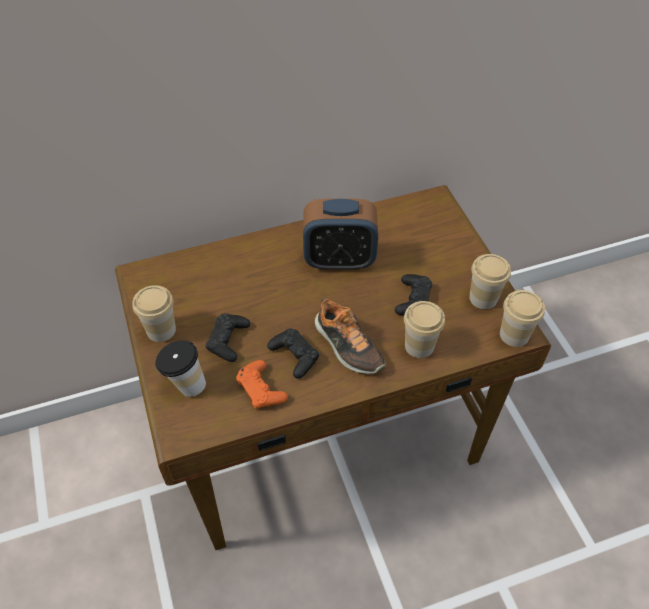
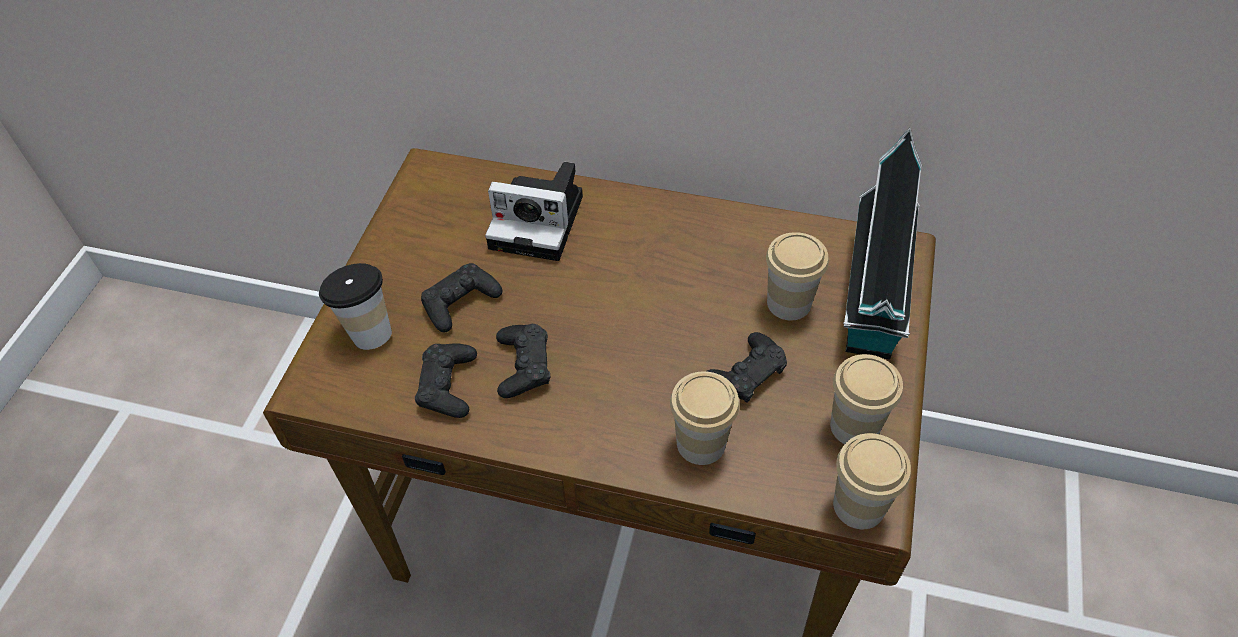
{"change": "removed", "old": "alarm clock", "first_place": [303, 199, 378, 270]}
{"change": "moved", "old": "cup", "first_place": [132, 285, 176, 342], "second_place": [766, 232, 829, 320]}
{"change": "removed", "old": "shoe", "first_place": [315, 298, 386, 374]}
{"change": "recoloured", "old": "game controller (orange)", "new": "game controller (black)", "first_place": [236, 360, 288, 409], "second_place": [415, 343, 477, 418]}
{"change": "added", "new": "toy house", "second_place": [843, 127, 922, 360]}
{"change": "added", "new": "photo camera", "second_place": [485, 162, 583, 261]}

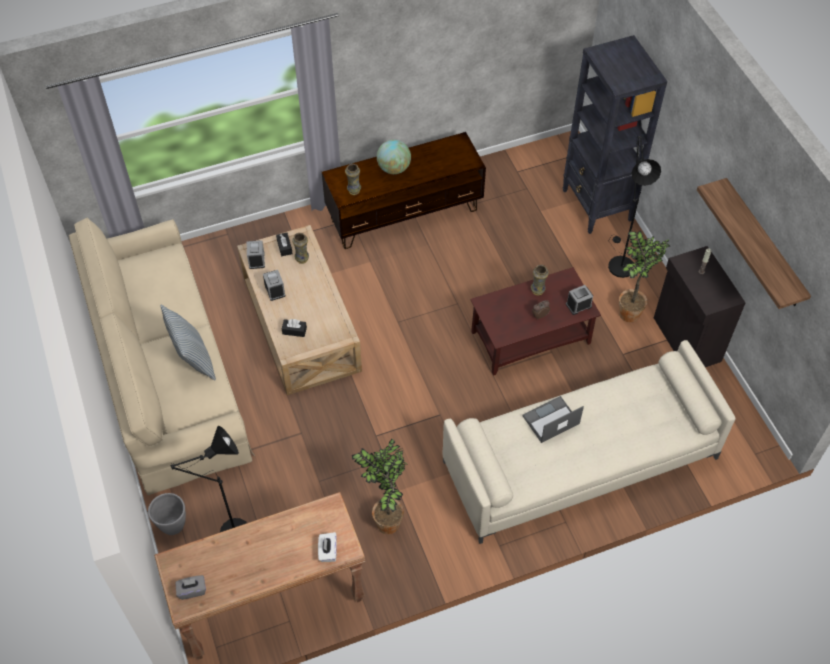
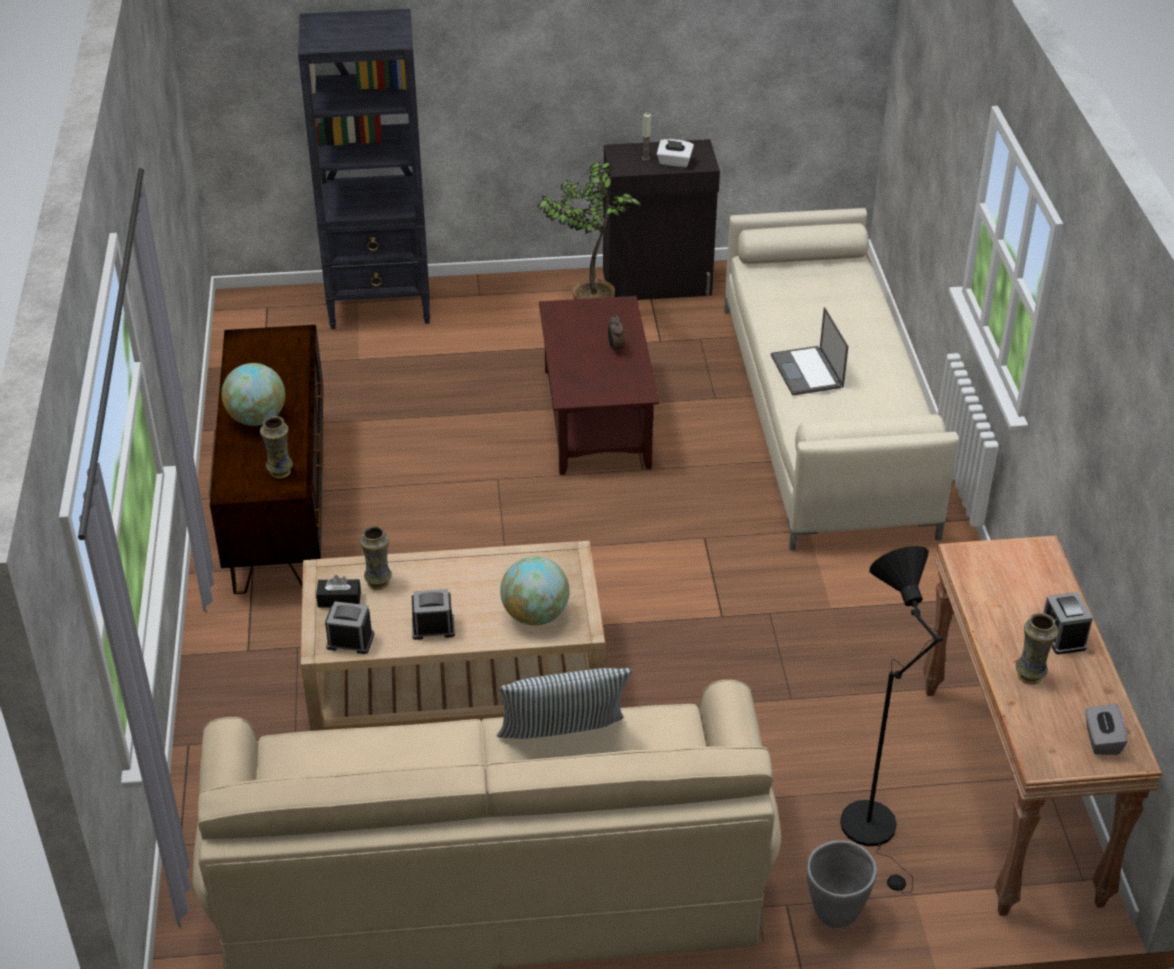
{"change": "removed", "old": "floor lamp (black)", "first_place": [608, 136, 661, 278]}
{"change": "removed", "old": "shelf", "first_place": [697, 178, 811, 309]}
{"change": "moved", "old": "vase", "first_place": [531, 265, 549, 296], "second_place": [1016, 613, 1058, 685]}
{"change": "moved", "old": "alarm clock", "first_place": [566, 285, 593, 315], "second_place": [1043, 592, 1093, 655]}
{"change": "replaced", "old": "tissue box (black)", "new": "globe", "first_place": [282, 319, 307, 337], "second_place": [500, 556, 570, 626]}
{"change": "removed", "old": "potted plant", "first_place": [352, 439, 408, 534]}
{"change": "moved", "old": "tissue box (white)", "first_place": [318, 532, 337, 562], "second_place": [657, 139, 694, 168]}

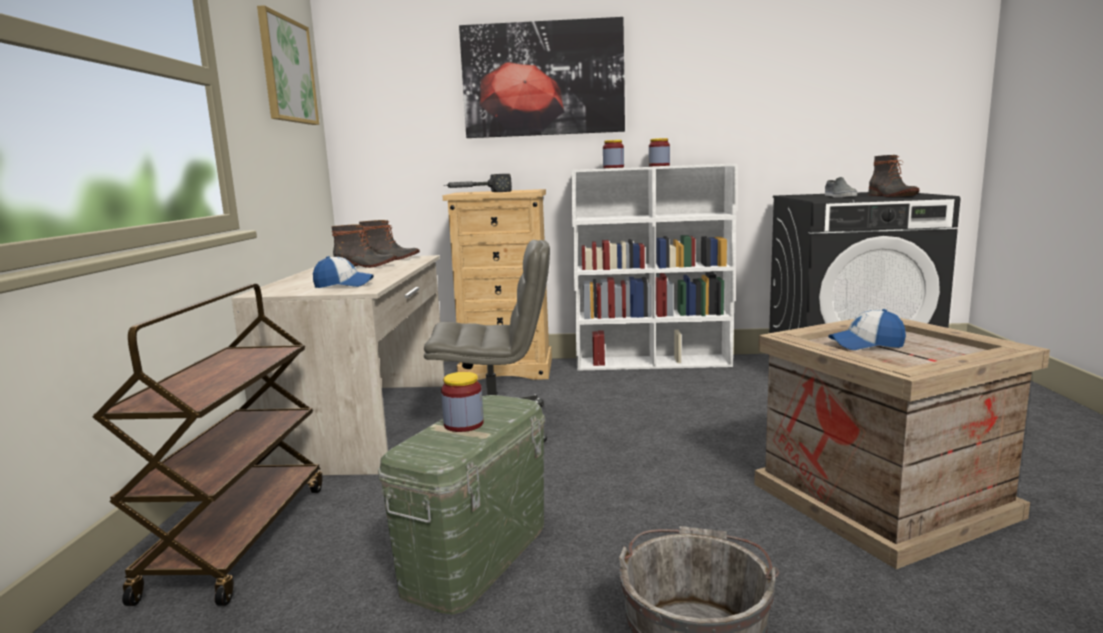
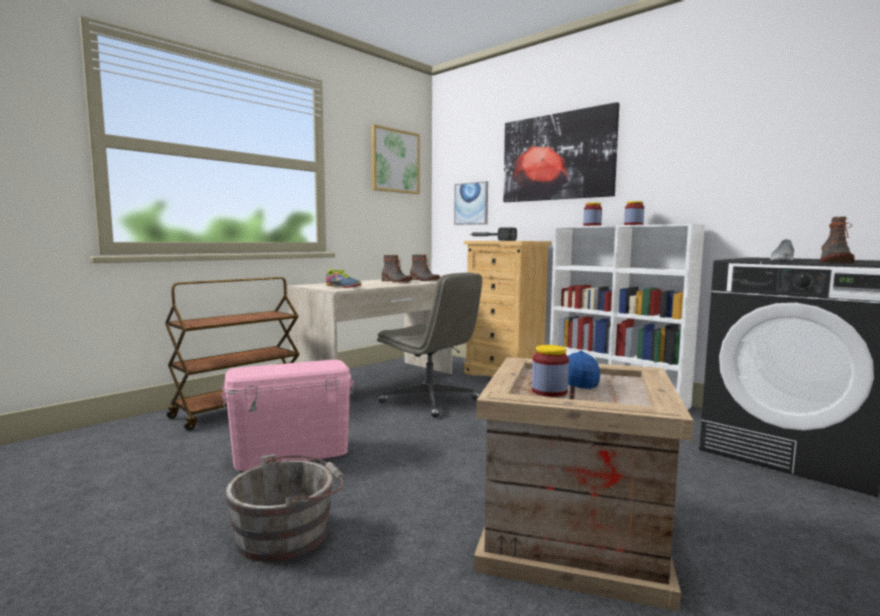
{"change": "replaced", "old": "cap", "new": "shoe", "first_place": [313, 256, 373, 288], "second_place": [326, 269, 361, 288]}
{"change": "moved", "old": "jar", "first_place": [441, 372, 484, 432], "second_place": [532, 345, 569, 397]}
{"change": "recoloured", "old": "storage box (green)", "new": "storage box (pink)", "first_place": [378, 395, 545, 615], "second_place": [222, 360, 354, 471]}
{"change": "added", "new": "picture", "second_place": [454, 181, 488, 225]}

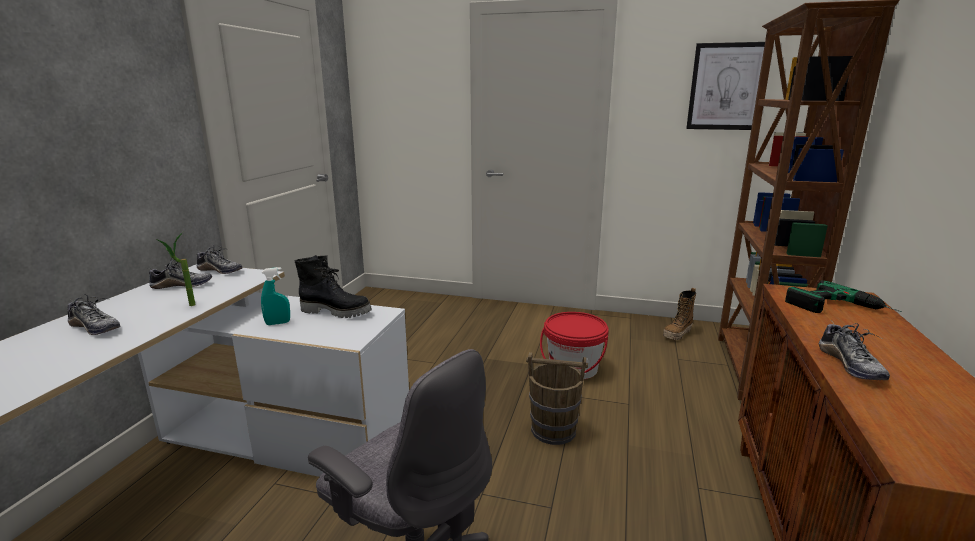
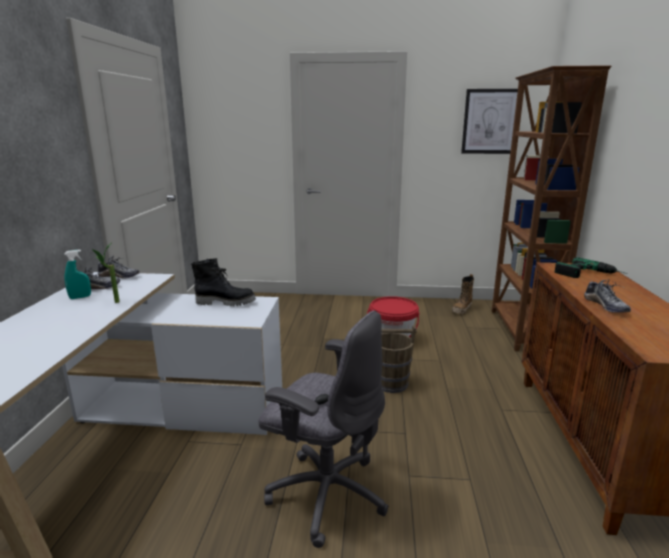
{"change": "moved", "old": "spray bottle (turquoise)", "first_place": [261, 267, 290, 325], "second_place": [64, 250, 91, 299]}
{"change": "removed", "old": "shoe", "first_place": [67, 294, 120, 335]}

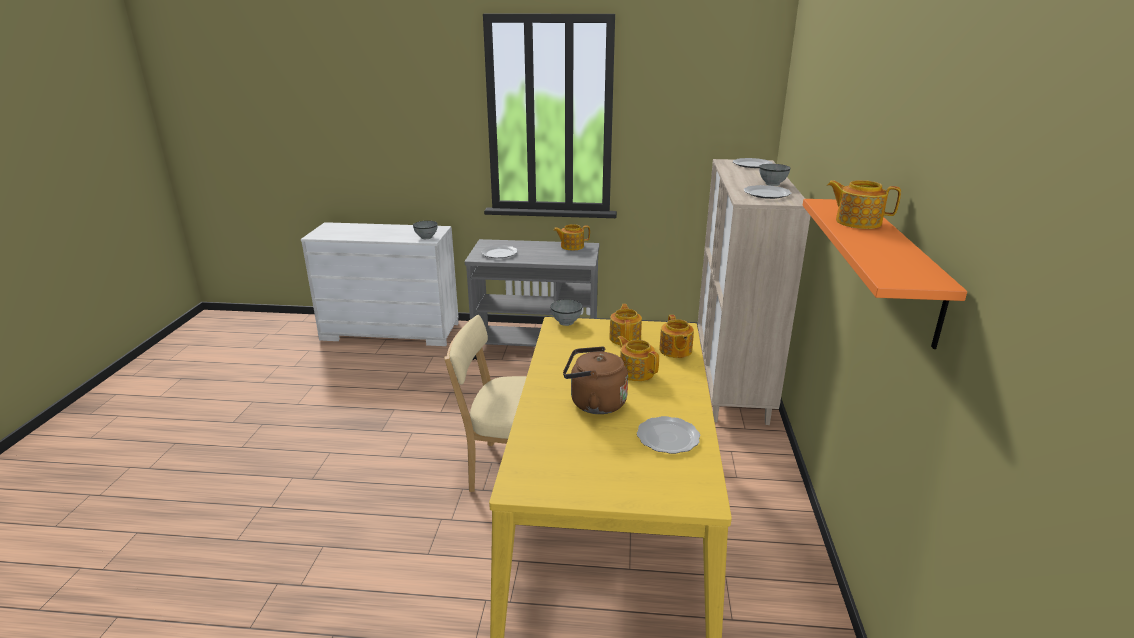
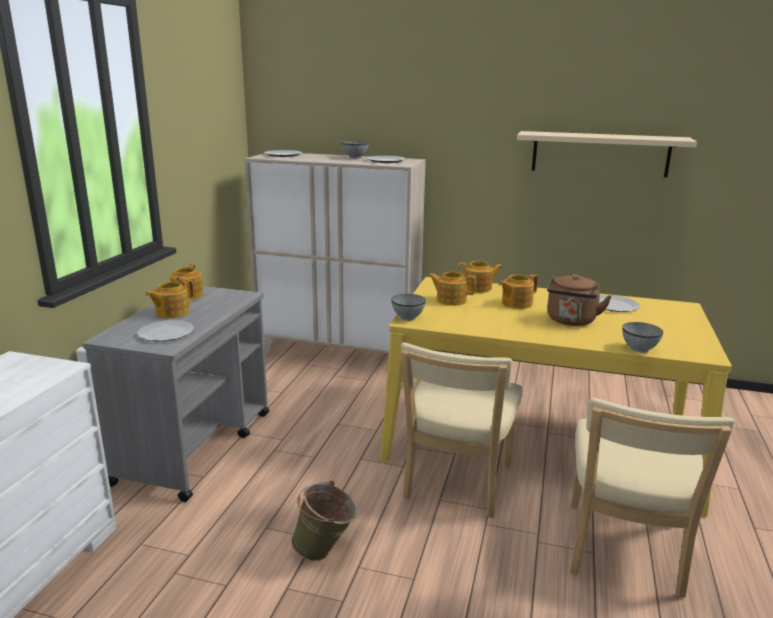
{"change": "moved", "old": "teapot", "first_place": [827, 180, 901, 229], "second_place": [145, 280, 194, 318]}
{"change": "recoloured", "old": "shelf (orange)", "new": "shelf (beige)", "first_place": [803, 199, 967, 349], "second_place": [517, 131, 697, 177]}
{"change": "moved", "old": "bowl (grey)", "first_place": [413, 221, 438, 239], "second_place": [622, 322, 663, 353]}
{"change": "added", "new": "chair (beige)", "second_place": [570, 398, 735, 598]}
{"change": "added", "new": "bucket (green)", "second_place": [291, 481, 358, 561]}

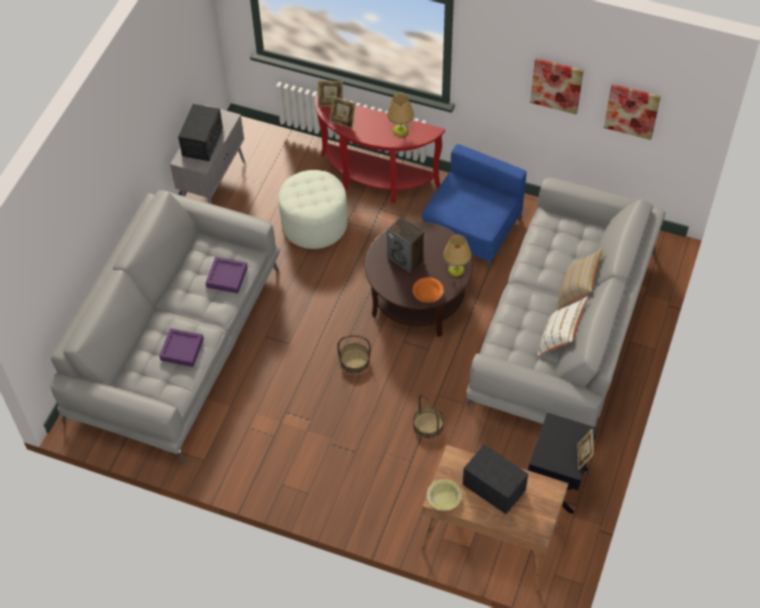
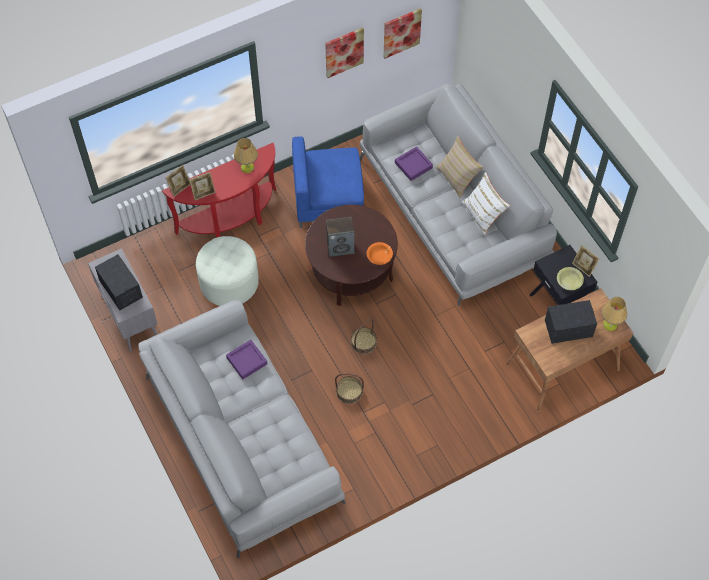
{"change": "turned", "old": "armchair (blue)", "first_place": [422, 144, 527, 269], "second_place": [292, 136, 364, 228], "degrees": -75}
{"change": "moved", "old": "table lamp", "first_place": [443, 235, 472, 277], "second_place": [601, 297, 627, 331]}
{"change": "moved", "old": "tray (purple)", "first_place": [159, 328, 204, 367], "second_place": [395, 147, 433, 181]}
{"change": "moved", "old": "basket", "first_place": [413, 394, 444, 439], "second_place": [335, 373, 364, 404]}
{"change": "moved", "old": "bowl (yellow)", "first_place": [427, 479, 462, 511], "second_place": [557, 267, 584, 290]}

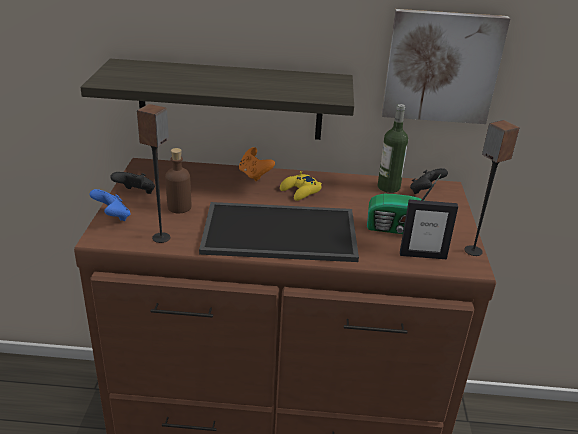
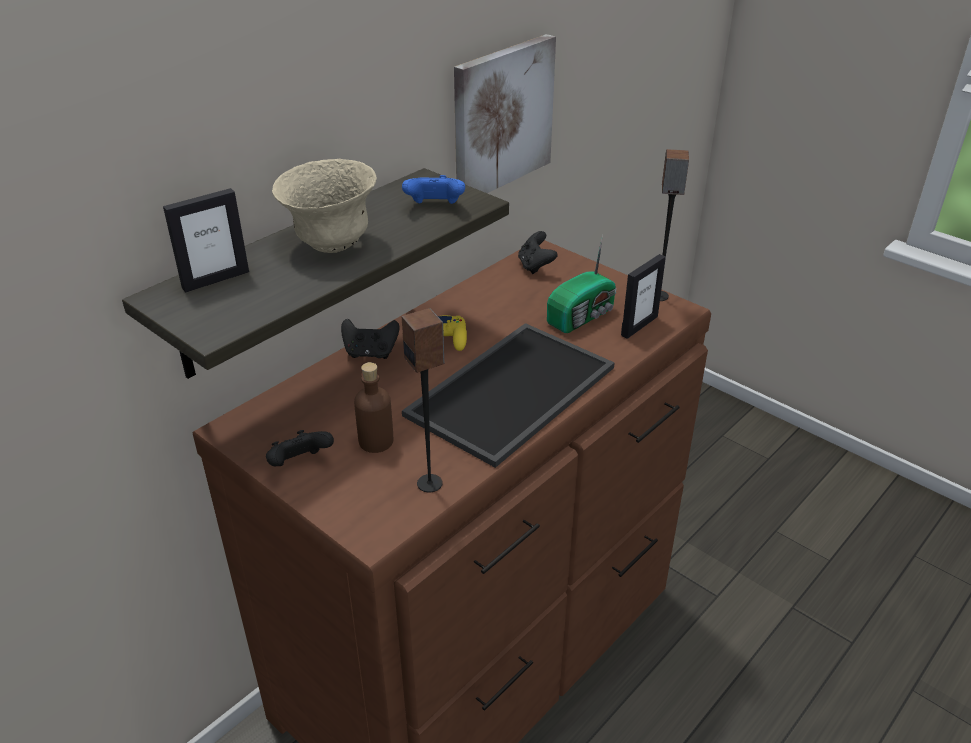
{"change": "removed", "old": "bottle", "first_place": [378, 104, 408, 193]}
{"change": "recoloured", "old": "game controller (orange)", "new": "game controller (black)", "first_place": [239, 147, 275, 181], "second_place": [341, 319, 400, 359]}
{"change": "moved", "old": "game controller (blue)", "first_place": [89, 189, 130, 221], "second_place": [402, 175, 465, 204]}
{"change": "added", "new": "bowl (beige)", "second_place": [272, 159, 377, 253]}
{"change": "added", "new": "picture frame", "second_place": [163, 188, 249, 292]}

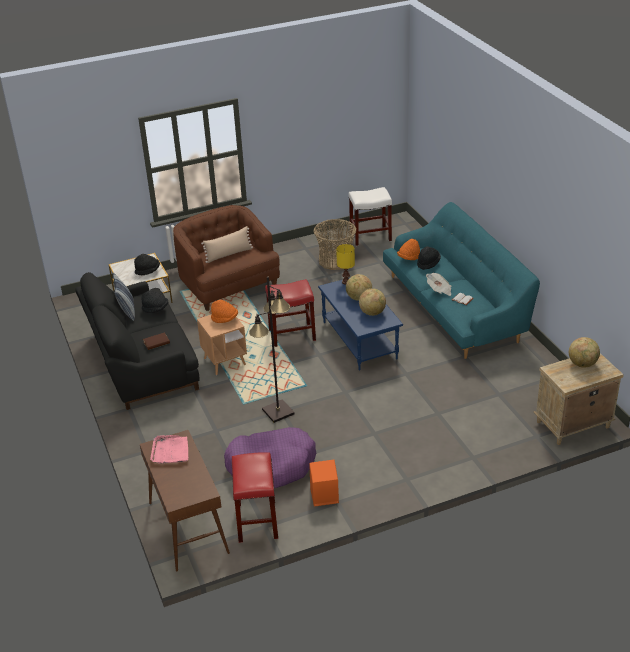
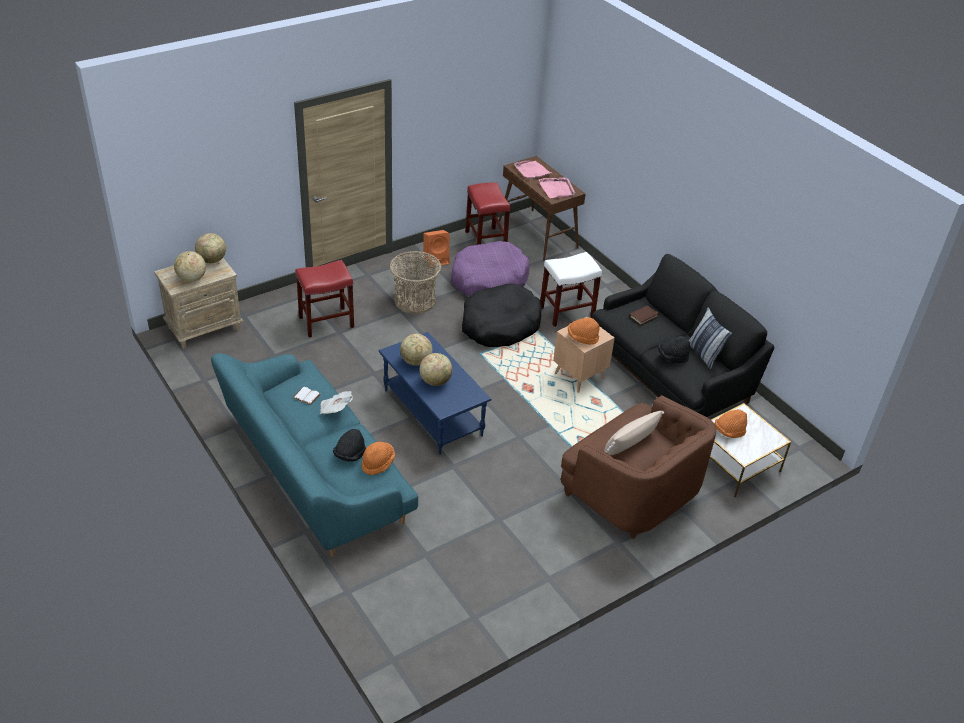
{"change": "moved", "old": "stool (white)", "first_place": [349, 187, 392, 246], "second_place": [540, 252, 602, 327]}
{"change": "moved", "old": "basket", "first_place": [313, 219, 356, 270], "second_place": [389, 251, 442, 314]}
{"change": "removed", "old": "table lamp (yellow)", "first_place": [336, 244, 355, 284]}
{"change": "recoloured", "old": "hat (black)", "new": "hat (orange)", "first_place": [134, 254, 160, 275], "second_place": [715, 409, 747, 438]}
{"change": "replaced", "old": "floor lamp (black)", "new": "dog bed (black)", "first_place": [249, 276, 295, 423], "second_place": [462, 284, 542, 347]}
{"change": "moved", "old": "stool (red)", "first_place": [265, 279, 316, 347], "second_place": [295, 260, 354, 338]}
{"change": "added", "new": "tray (pink)", "second_place": [514, 160, 552, 179]}
{"change": "added", "new": "globe", "second_place": [195, 233, 226, 263]}

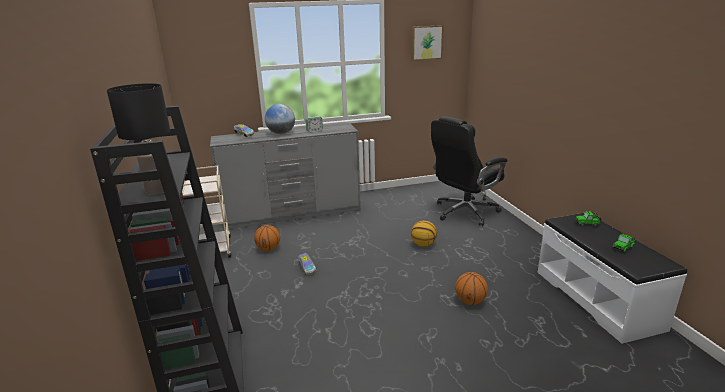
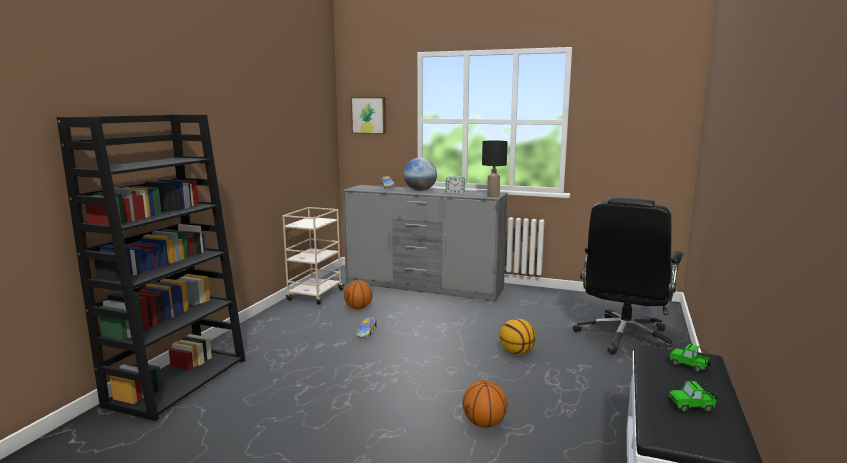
{"change": "moved", "old": "picture", "first_place": [412, 25, 443, 60], "second_place": [351, 97, 386, 134]}
{"change": "moved", "old": "table lamp (black)", "first_place": [107, 83, 170, 195], "second_place": [482, 141, 508, 197]}
{"change": "turned", "old": "office chair (black)", "first_place": [431, 116, 508, 226], "second_place": [573, 197, 683, 355], "degrees": -60}

